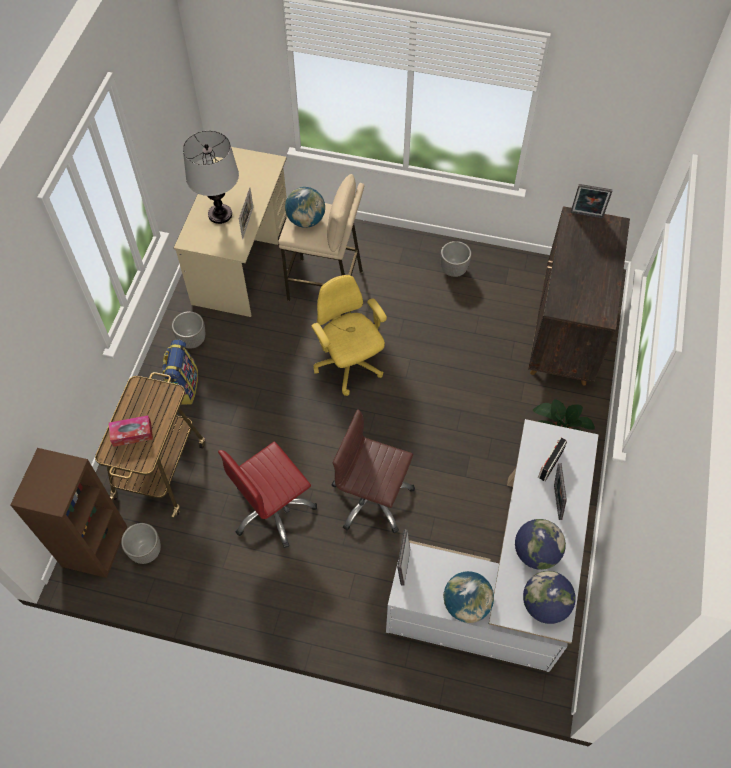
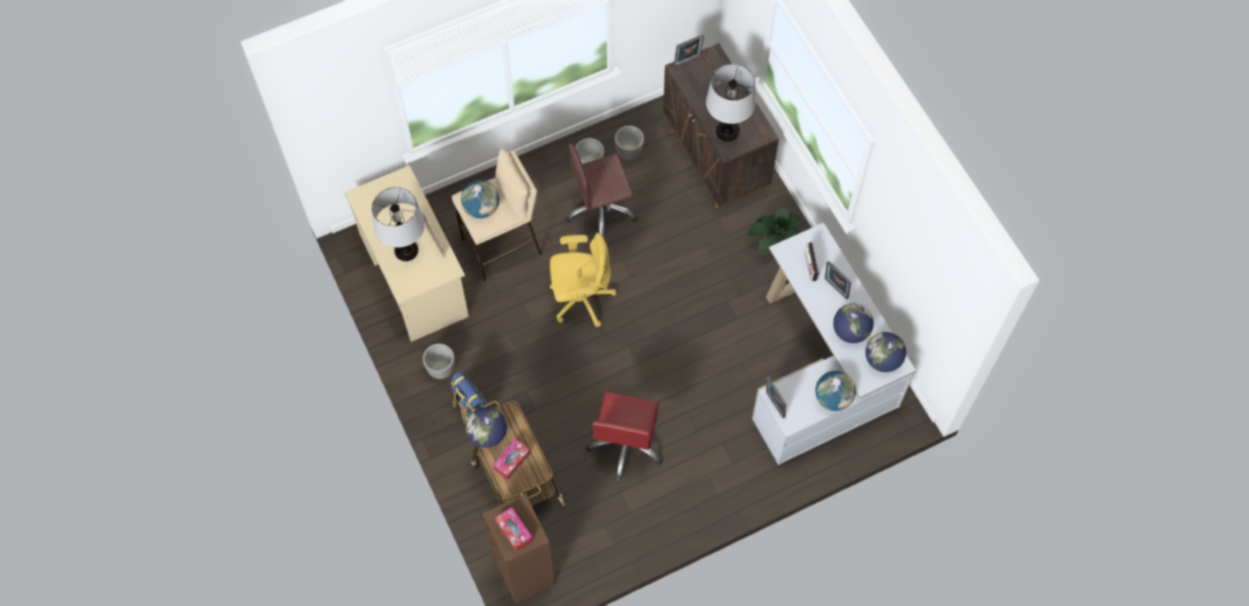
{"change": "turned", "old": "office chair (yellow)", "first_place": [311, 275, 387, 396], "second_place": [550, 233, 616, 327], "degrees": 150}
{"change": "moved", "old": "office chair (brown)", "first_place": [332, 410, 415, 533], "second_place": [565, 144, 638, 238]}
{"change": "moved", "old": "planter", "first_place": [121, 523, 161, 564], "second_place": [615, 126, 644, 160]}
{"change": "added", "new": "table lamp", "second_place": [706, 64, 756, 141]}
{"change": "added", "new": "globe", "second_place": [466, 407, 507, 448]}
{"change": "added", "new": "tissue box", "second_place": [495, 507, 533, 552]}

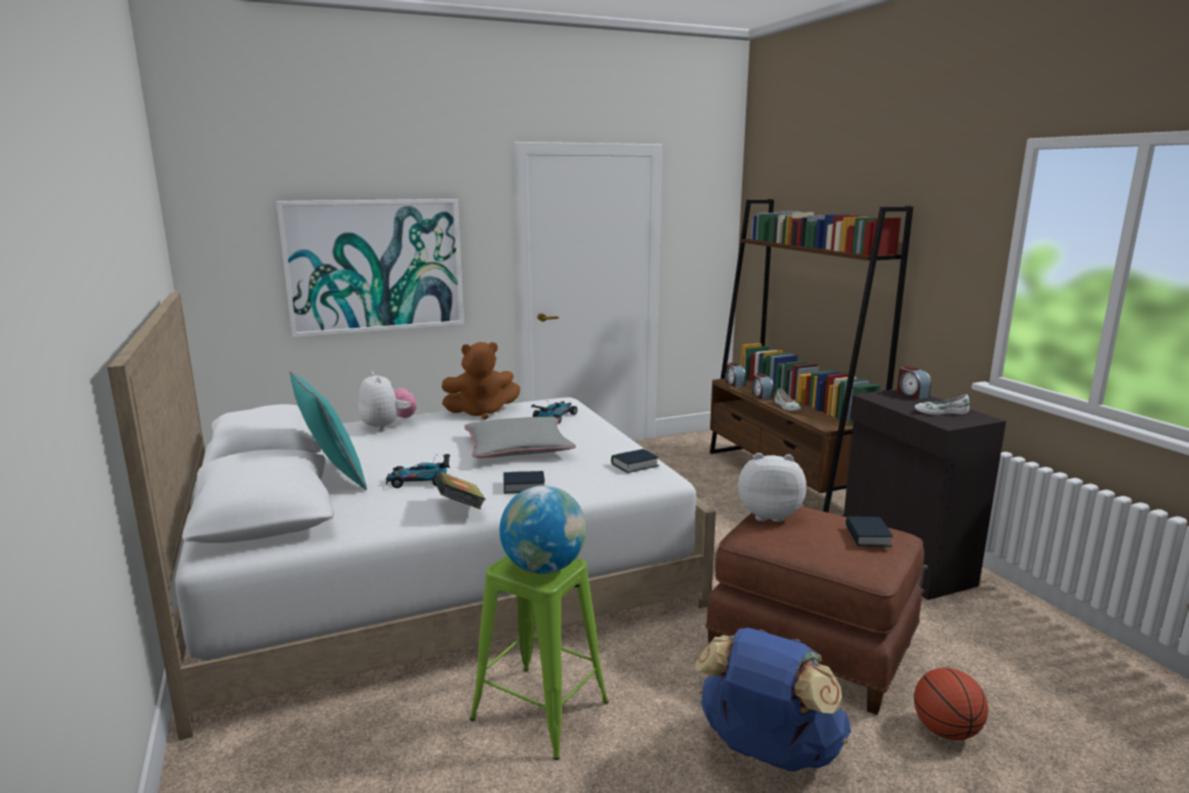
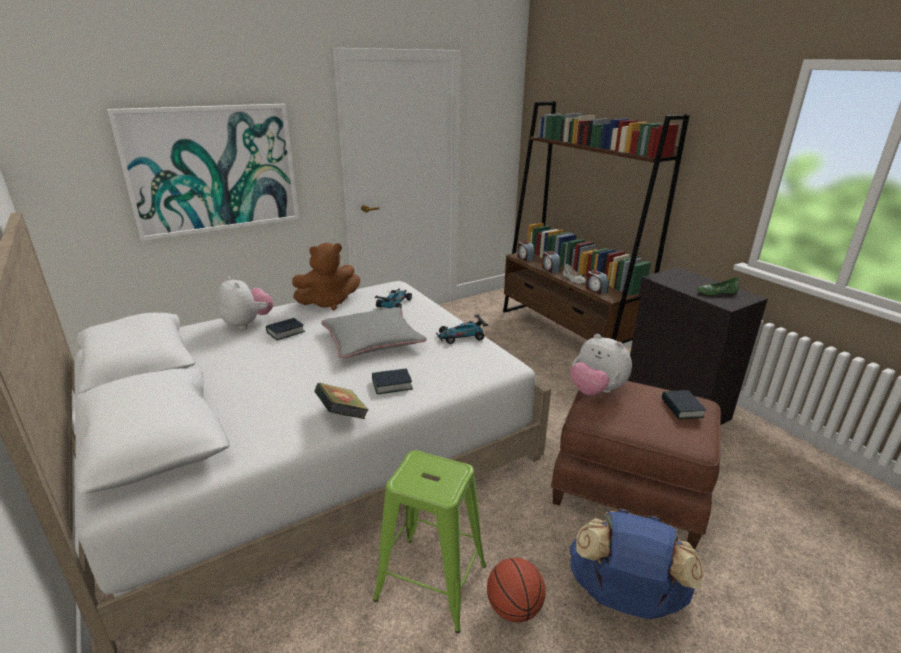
{"change": "moved", "old": "alarm clock", "first_place": [897, 366, 931, 399], "second_place": [586, 270, 609, 295]}
{"change": "removed", "old": "pillow (turquoise)", "first_place": [290, 371, 367, 490]}
{"change": "recoloured", "old": "shoe (white)", "new": "shoe (green)", "first_place": [915, 394, 969, 415], "second_place": [698, 277, 739, 295]}
{"change": "moved", "old": "book", "first_place": [611, 449, 659, 473], "second_place": [266, 318, 305, 340]}
{"change": "turned", "old": "plush toy", "first_place": [738, 453, 806, 522], "second_place": [570, 334, 632, 395], "degrees": -135}
{"change": "moved", "old": "toy car", "first_place": [386, 454, 450, 488], "second_place": [436, 314, 488, 344]}
{"change": "removed", "old": "globe", "first_place": [500, 486, 586, 574]}
{"change": "moved", "old": "basketball", "first_place": [914, 668, 988, 740], "second_place": [487, 558, 546, 623]}

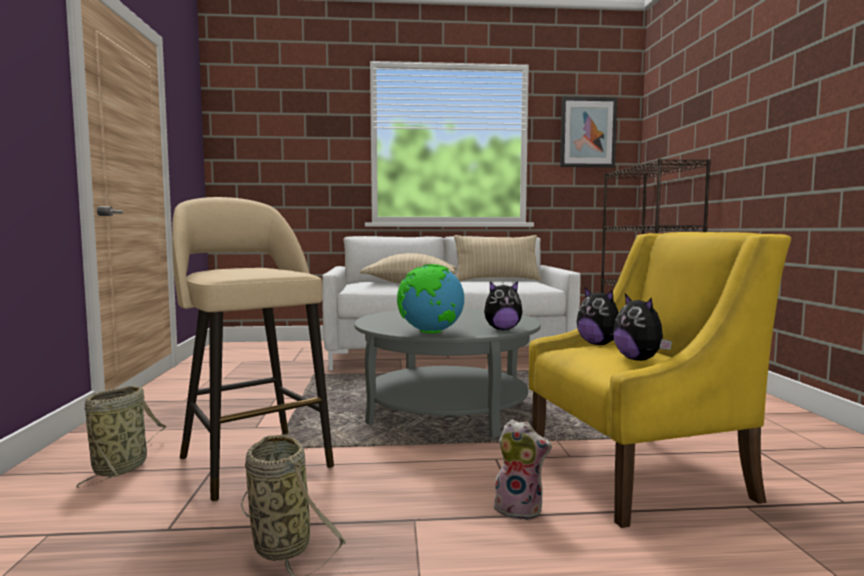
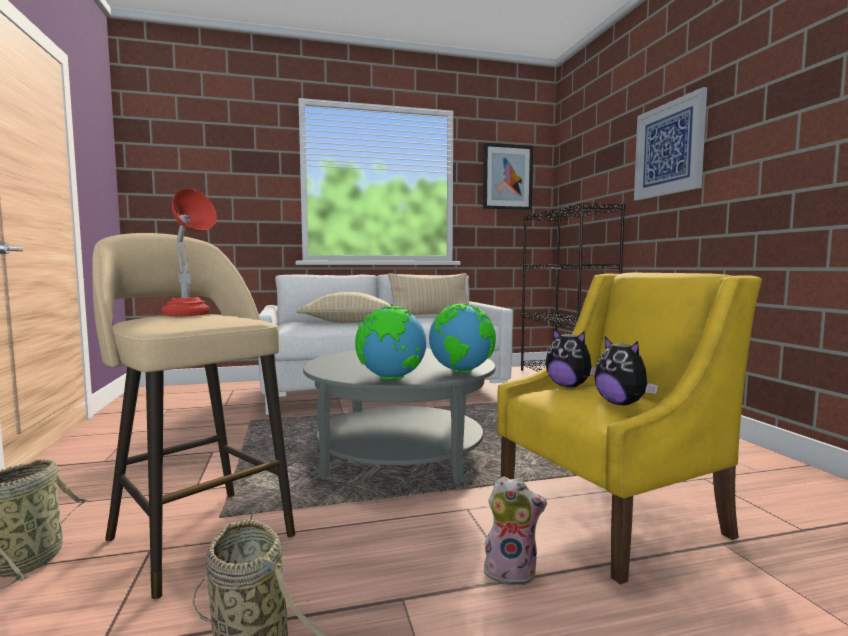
{"change": "replaced", "old": "plush toy", "new": "globe", "first_place": [484, 282, 522, 330], "second_place": [429, 304, 496, 372]}
{"change": "added", "new": "picture", "second_place": [634, 87, 707, 201]}
{"change": "added", "new": "table lamp (red)", "second_place": [162, 188, 217, 316]}

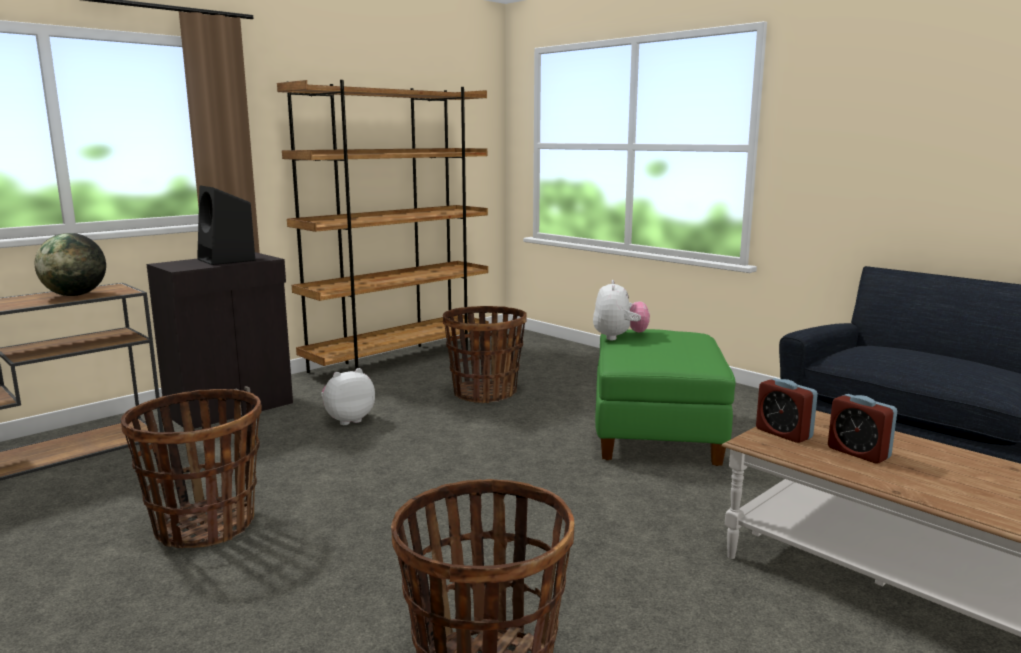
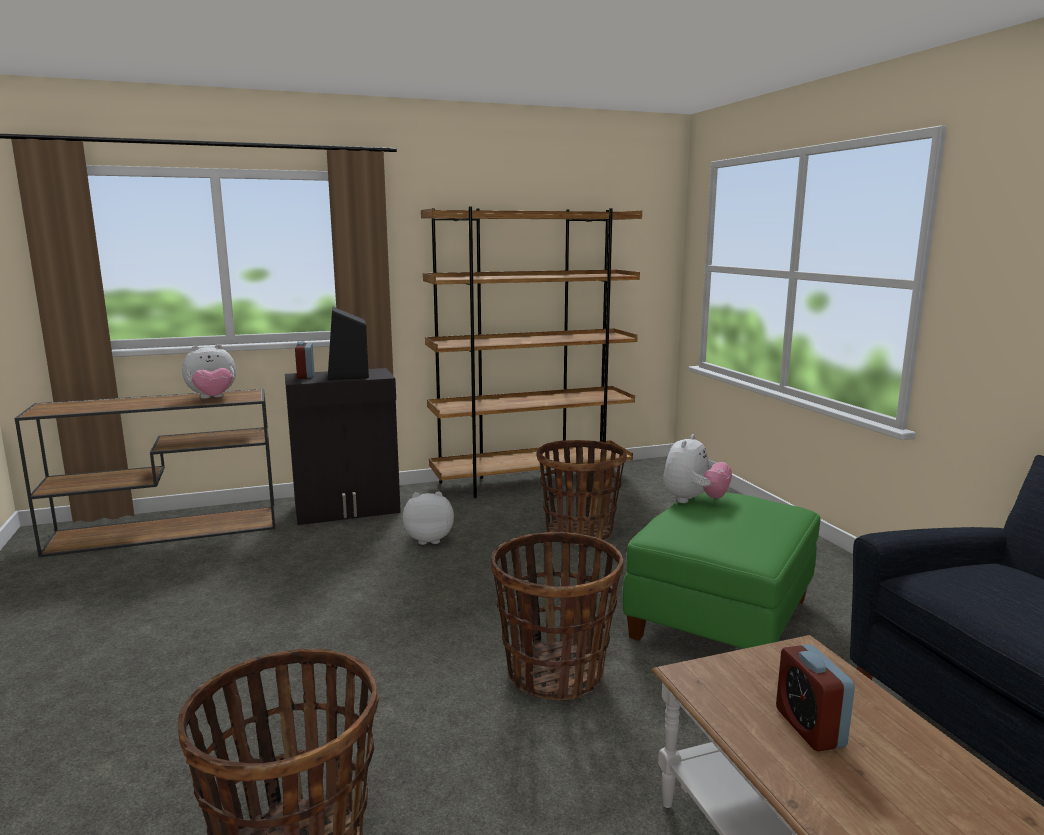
{"change": "replaced", "old": "globe", "new": "plush toy", "first_place": [35, 233, 106, 296], "second_place": [182, 344, 236, 399]}
{"change": "moved", "old": "alarm clock", "first_place": [756, 378, 818, 443], "second_place": [295, 341, 314, 378]}
{"change": "moved", "old": "basket", "first_place": [121, 389, 262, 548], "second_place": [491, 532, 624, 700]}

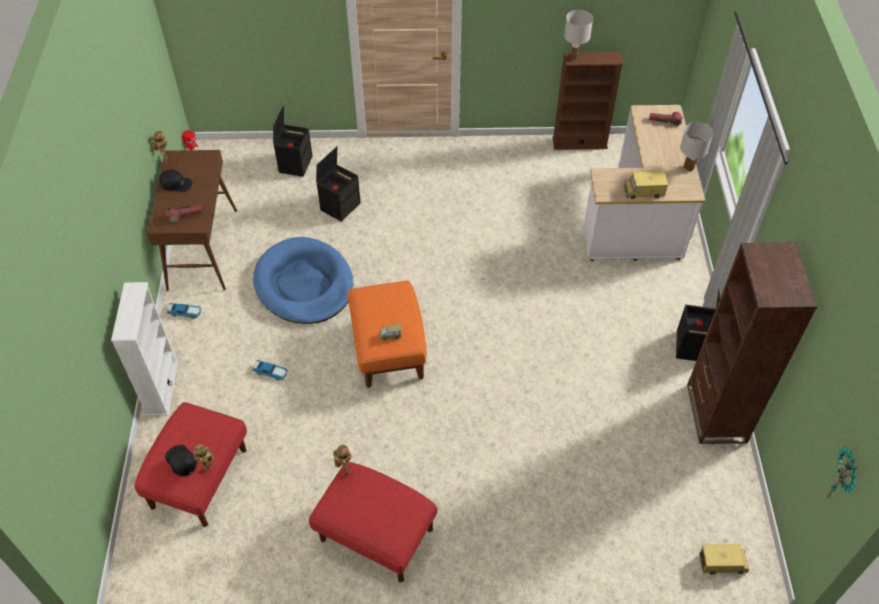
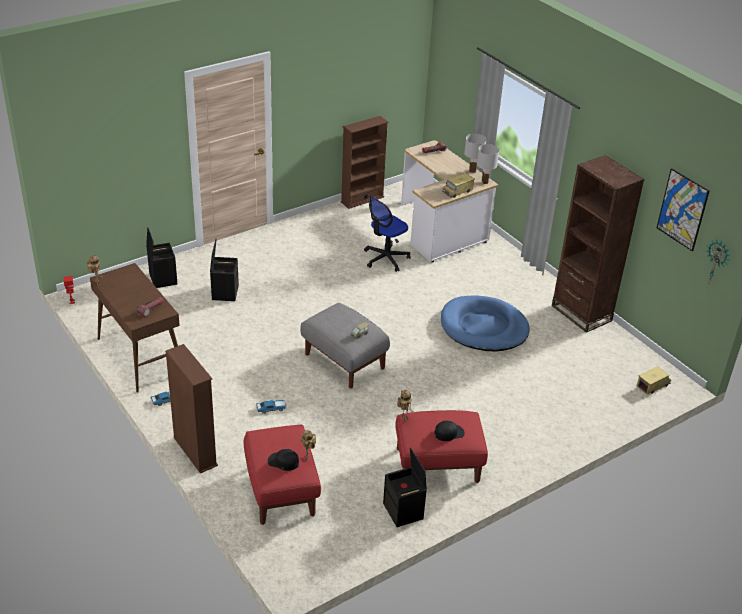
{"change": "moved", "old": "table lamp (white)", "first_place": [564, 10, 593, 60], "second_place": [477, 144, 499, 184]}
{"change": "moved", "old": "cap (black)", "first_place": [159, 169, 192, 192], "second_place": [434, 421, 465, 441]}
{"change": "moved", "old": "dog bed (blue)", "first_place": [253, 237, 353, 324], "second_place": [441, 295, 529, 351]}
{"change": "recoloured", "old": "ottoman (orange)", "new": "ottoman (grey)", "first_place": [348, 281, 427, 388], "second_place": [300, 303, 390, 388]}
{"change": "recoloured", "old": "bookcase (white)", "new": "bookcase (brown)", "first_place": [111, 282, 178, 416], "second_place": [165, 344, 218, 473]}
{"change": "moved", "old": "storage box (black)", "first_place": [676, 290, 720, 361], "second_place": [383, 447, 427, 527]}
{"change": "added", "new": "picture", "second_place": [657, 168, 709, 251]}
{"change": "added", "new": "office chair", "second_place": [364, 195, 411, 272]}

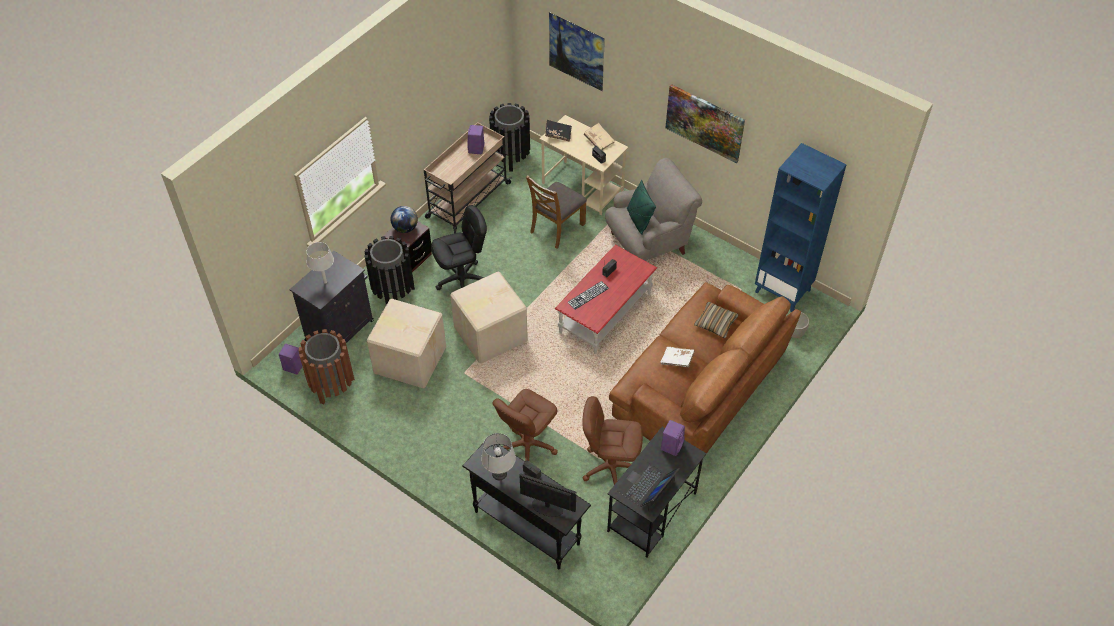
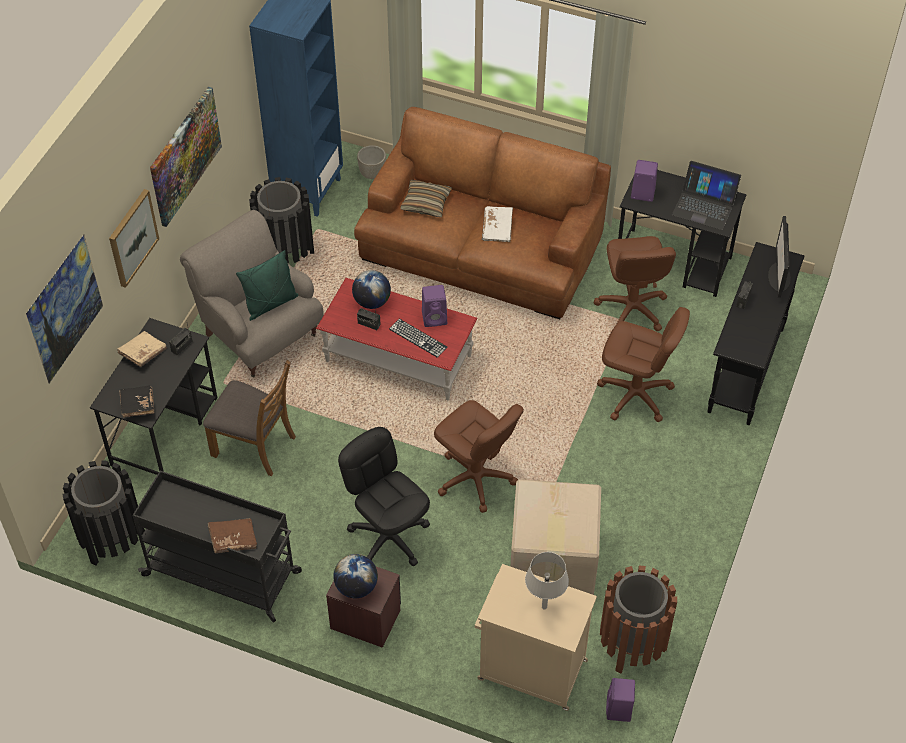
{"change": "recoloured", "old": "desk (beige)", "new": "desk (black)", "first_place": [540, 115, 628, 215], "second_place": [90, 318, 217, 475]}
{"change": "recoloured", "old": "cart (beige)", "new": "cart (black)", "first_place": [424, 122, 512, 233], "second_place": [132, 471, 302, 622]}
{"change": "moved", "old": "speaker (purple)", "first_place": [467, 125, 485, 154], "second_place": [422, 285, 447, 327]}
{"change": "moved", "old": "trash can (black)", "first_place": [364, 236, 415, 305], "second_place": [249, 177, 314, 264]}
{"change": "recoloured", "old": "cabinet (black)", "new": "cabinet (beige)", "first_place": [289, 251, 374, 343], "second_place": [475, 564, 597, 711]}
{"change": "replaced", "old": "cardboard box", "new": "office chair (brown)", "first_place": [450, 272, 528, 363], "second_place": [434, 400, 524, 513]}
{"change": "removed", "old": "table lamp (grey)", "first_place": [481, 433, 516, 480]}
{"change": "added", "new": "picture", "second_place": [109, 189, 159, 288]}
{"change": "added", "new": "globe", "second_place": [352, 270, 391, 309]}
{"change": "added", "new": "book (brown)", "second_place": [208, 518, 257, 553]}

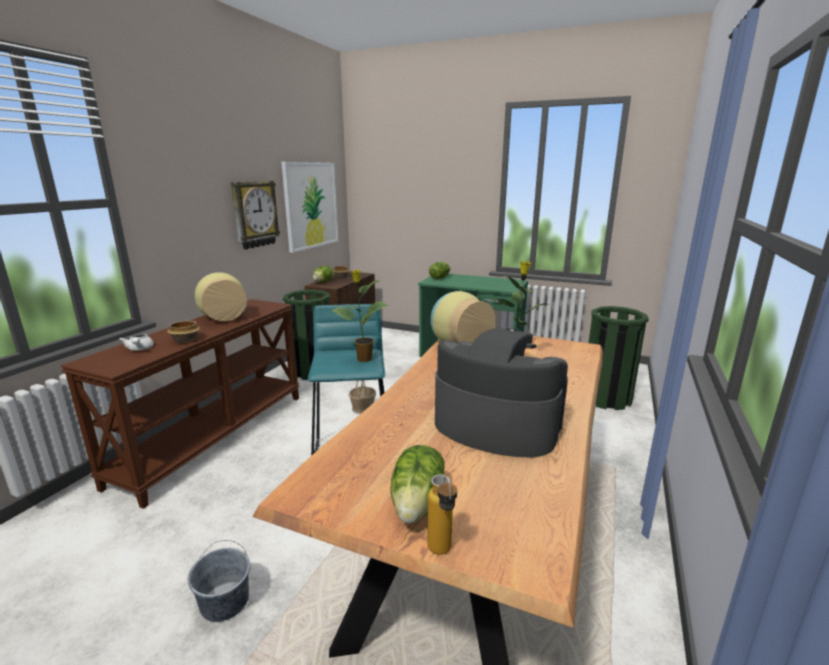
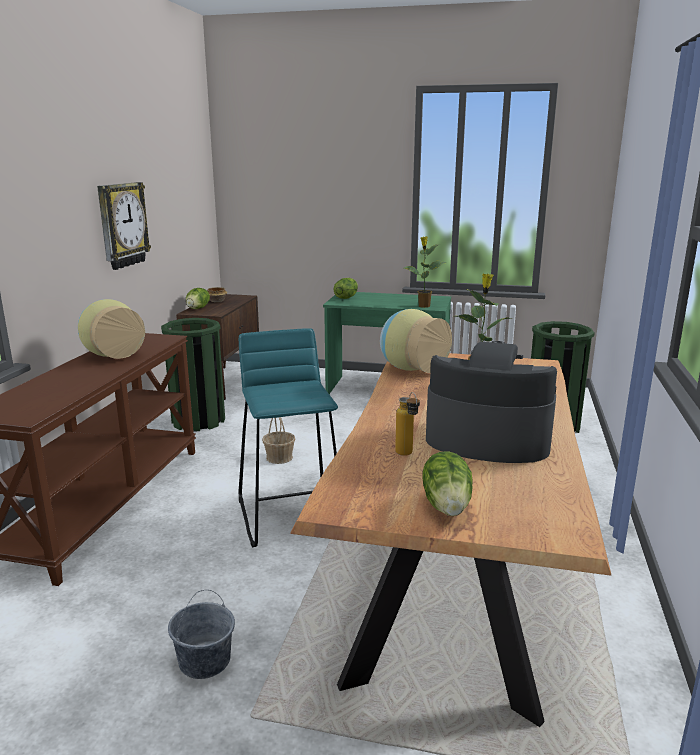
{"change": "removed", "old": "picture", "first_place": [281, 162, 338, 253]}
{"change": "moved", "old": "potted plant", "first_place": [331, 270, 389, 362], "second_place": [404, 236, 447, 308]}
{"change": "removed", "old": "bowl", "first_place": [167, 321, 200, 343]}
{"change": "removed", "old": "teapot (white)", "first_place": [119, 333, 154, 351]}
{"change": "moved", "old": "bottle", "first_place": [427, 474, 457, 555], "second_place": [395, 392, 420, 456]}

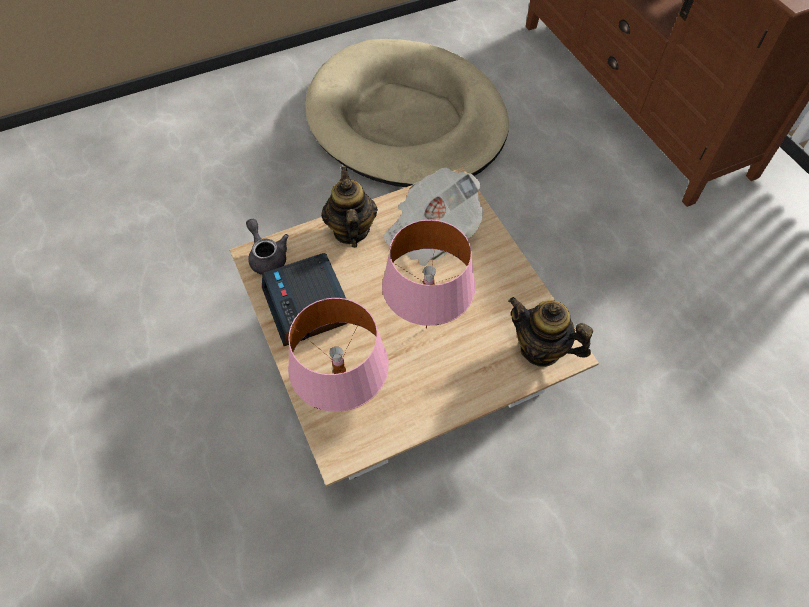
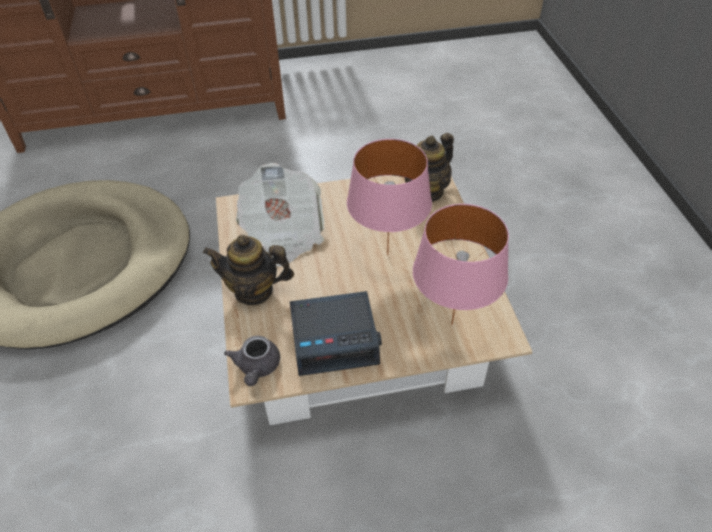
{"change": "turned", "old": "teapot (grey)", "first_place": [246, 219, 289, 275], "second_place": [224, 336, 280, 386], "degrees": -75}

